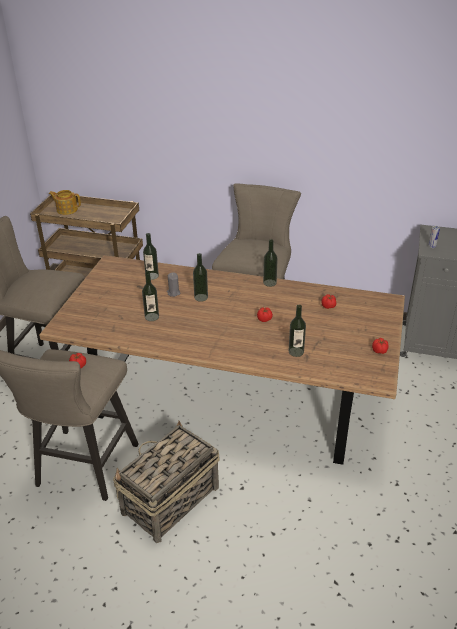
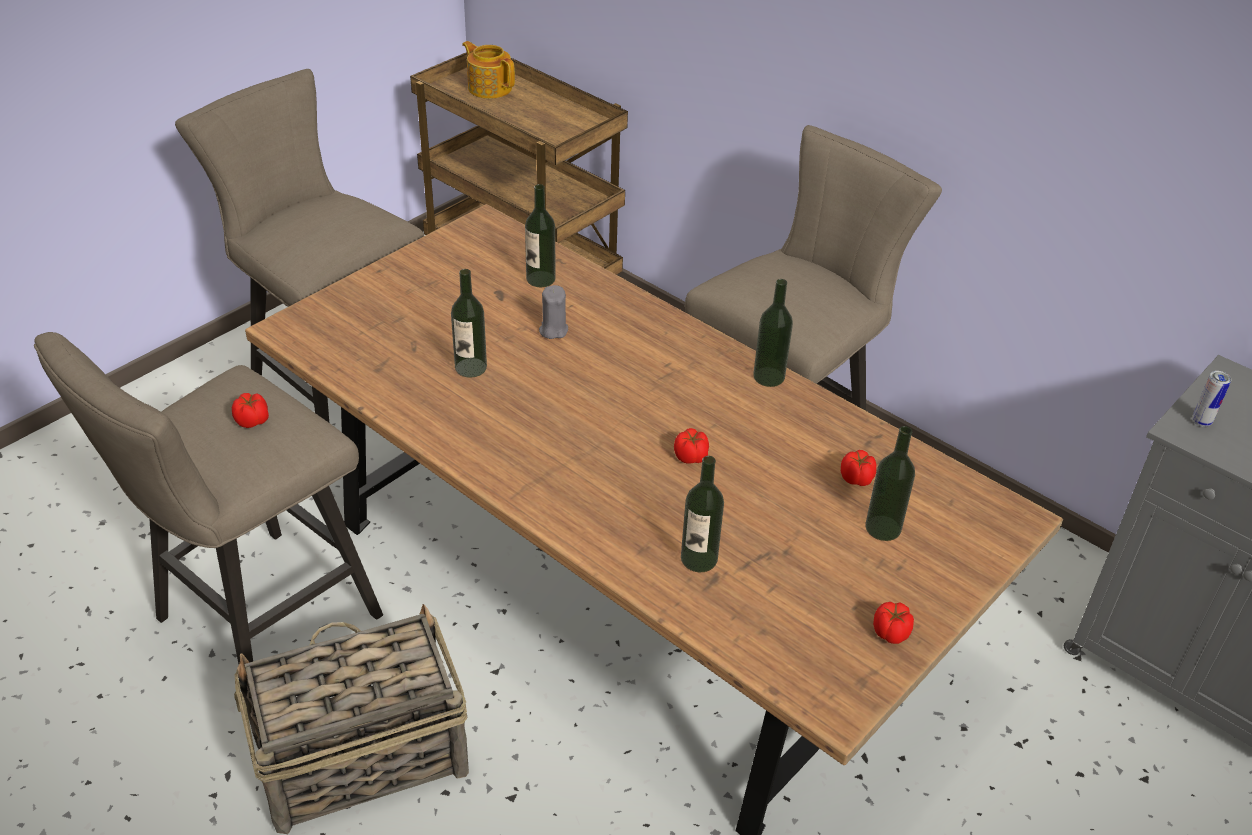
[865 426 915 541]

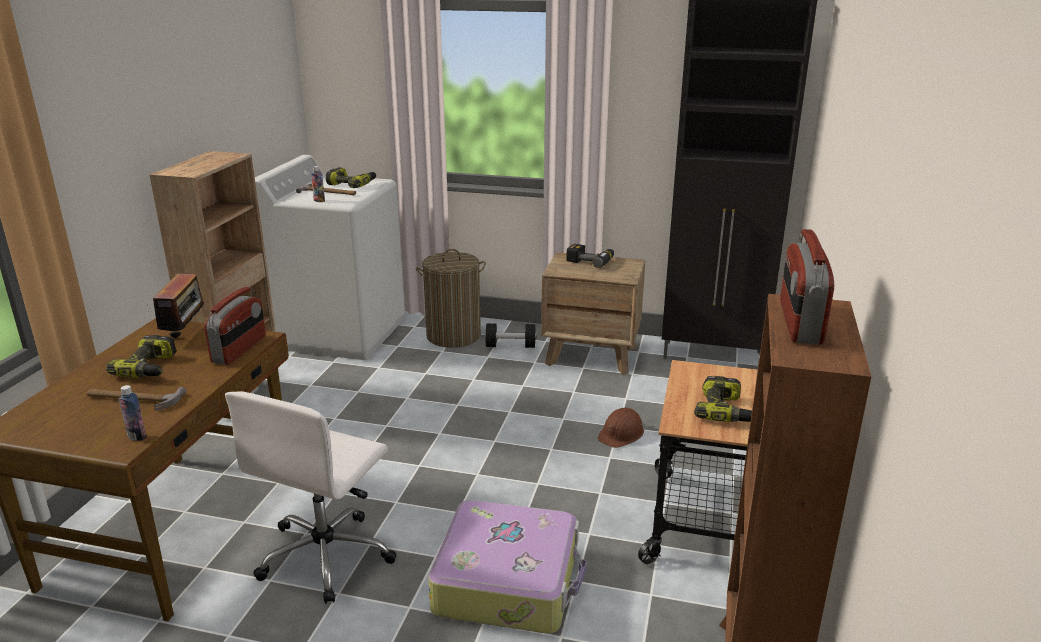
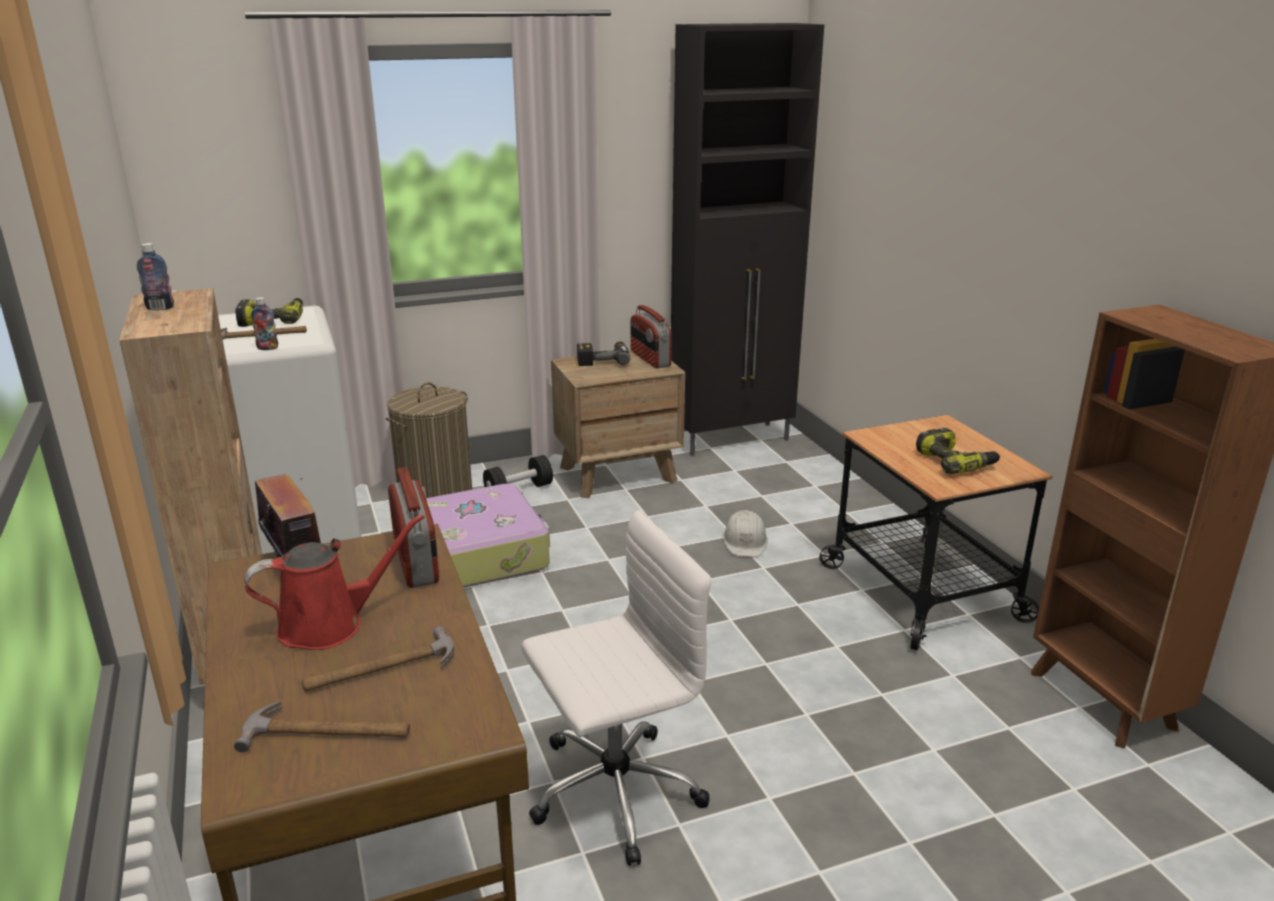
[137 243 174 310]
[234 701 410 752]
[244 514 425 650]
[426 484 550 588]
[521 510 711 866]
[631 305 672 368]
[722 510 768 557]

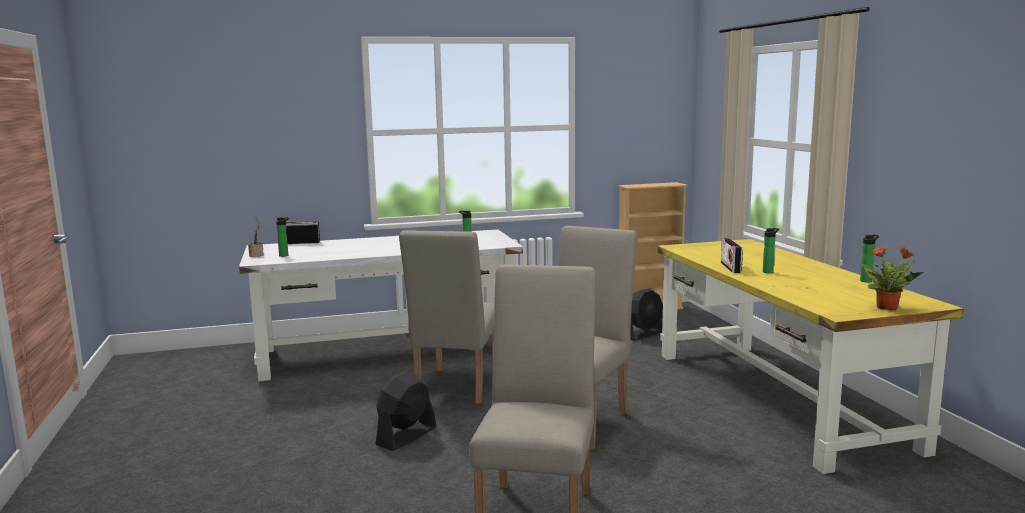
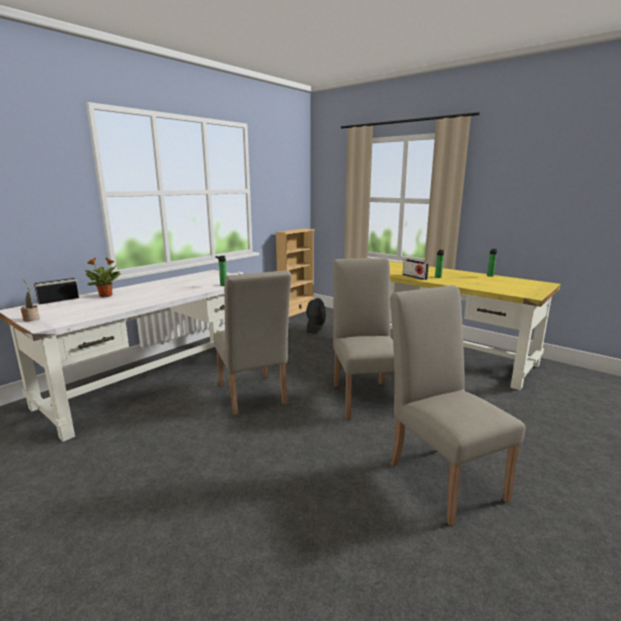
[85 258 120 297]
[276 217 289 257] (first image)
[375 371 436 451] (first image)

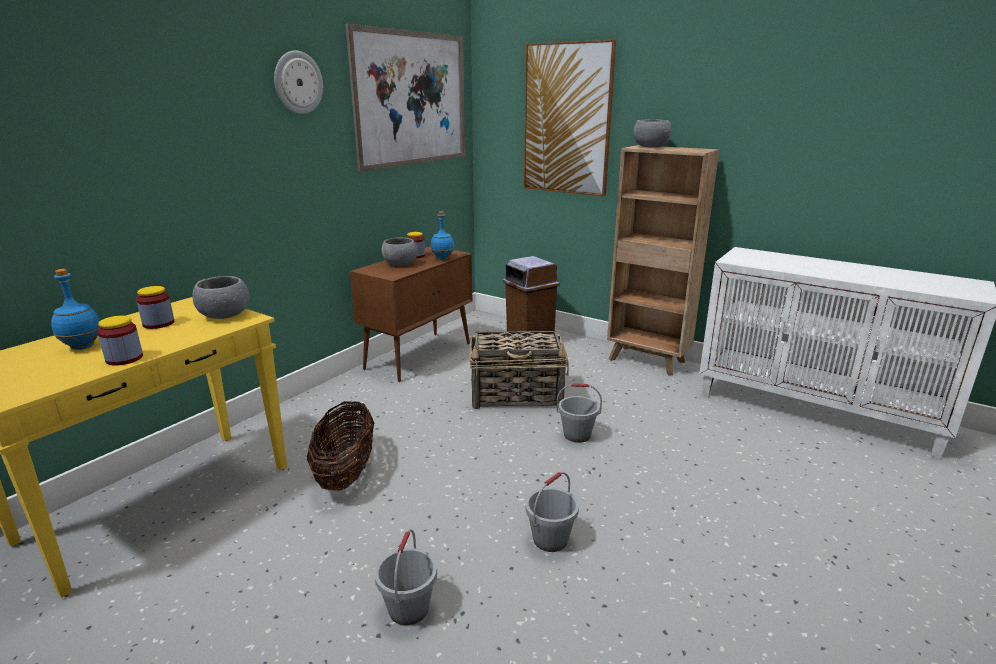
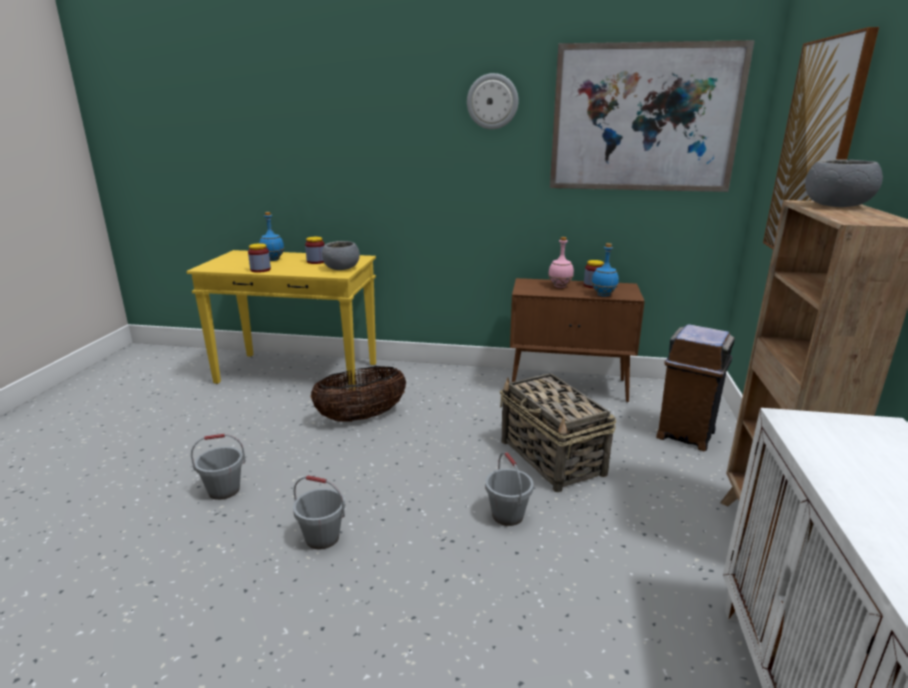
[548 237 574 288]

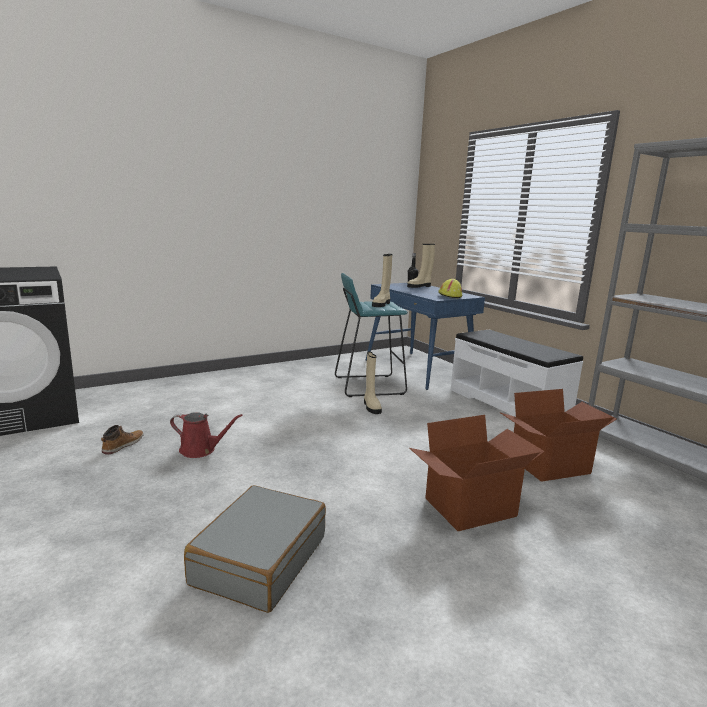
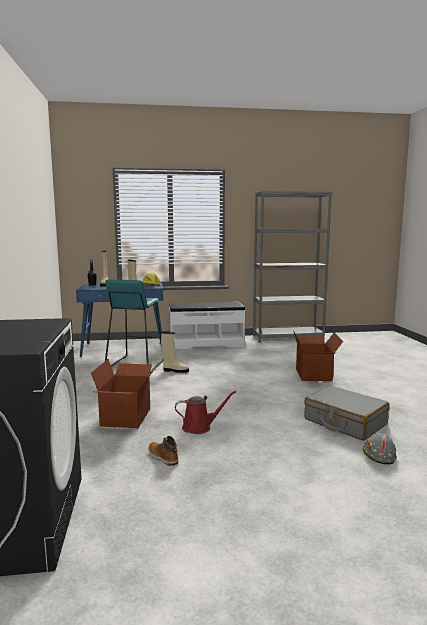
[91 359 158 428]
[175 391 236 434]
[362 433 397 465]

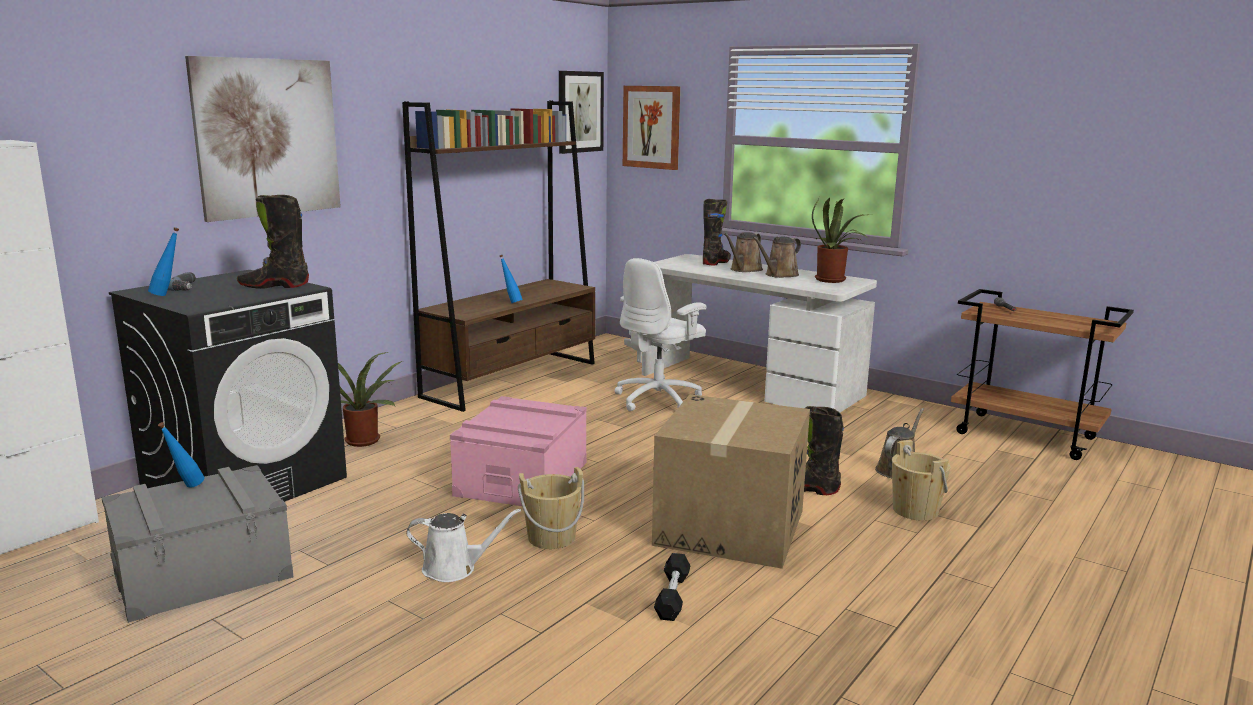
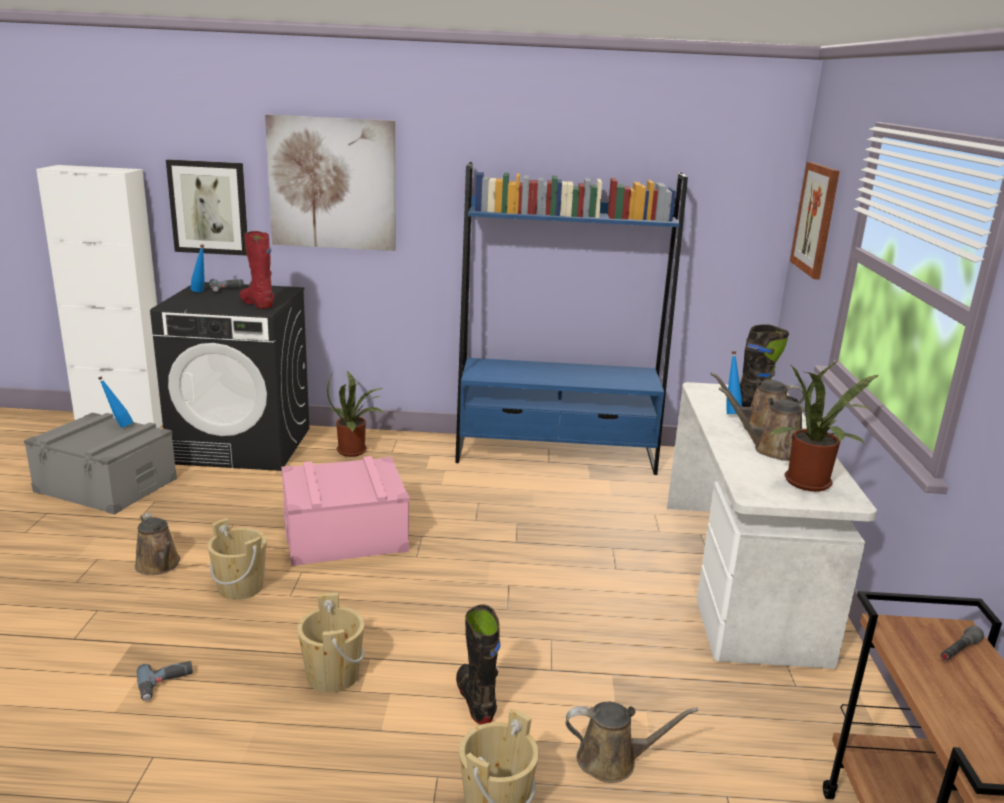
[135 513 180 575]
[137 661 193 701]
[166 159 247 256]
[240 231 274 309]
[297 593 365 693]
[455 162 688 475]
[727 351 742 414]
[615 258 706 411] (first image)

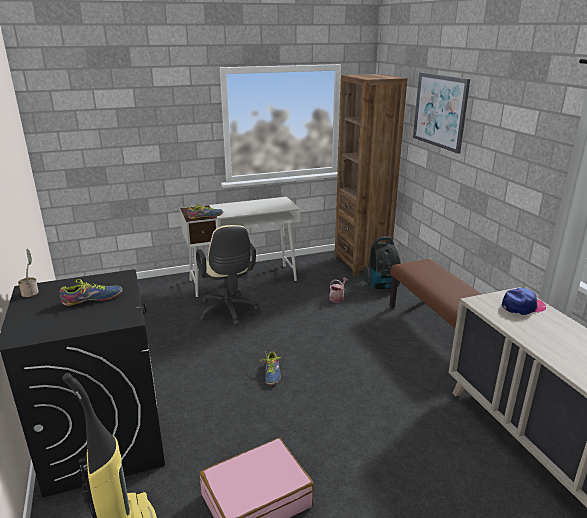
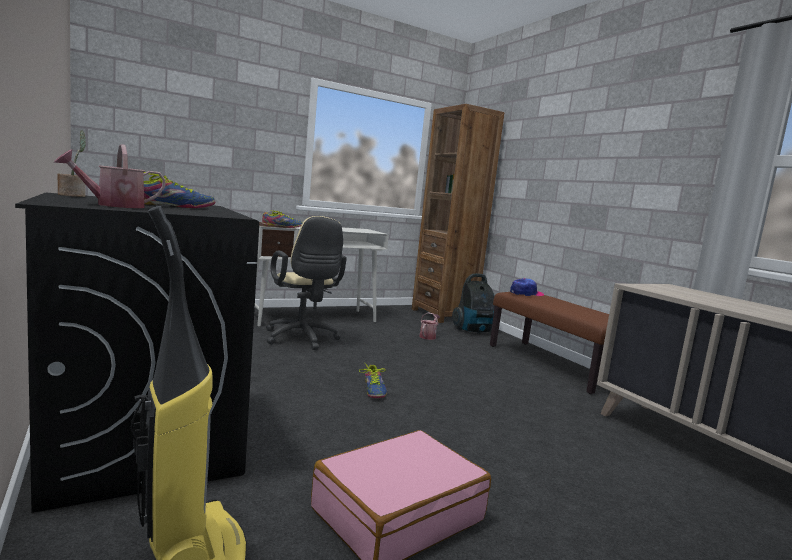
[54 144 166 208]
[510 278 544 296]
[413 72 470 154] (first image)

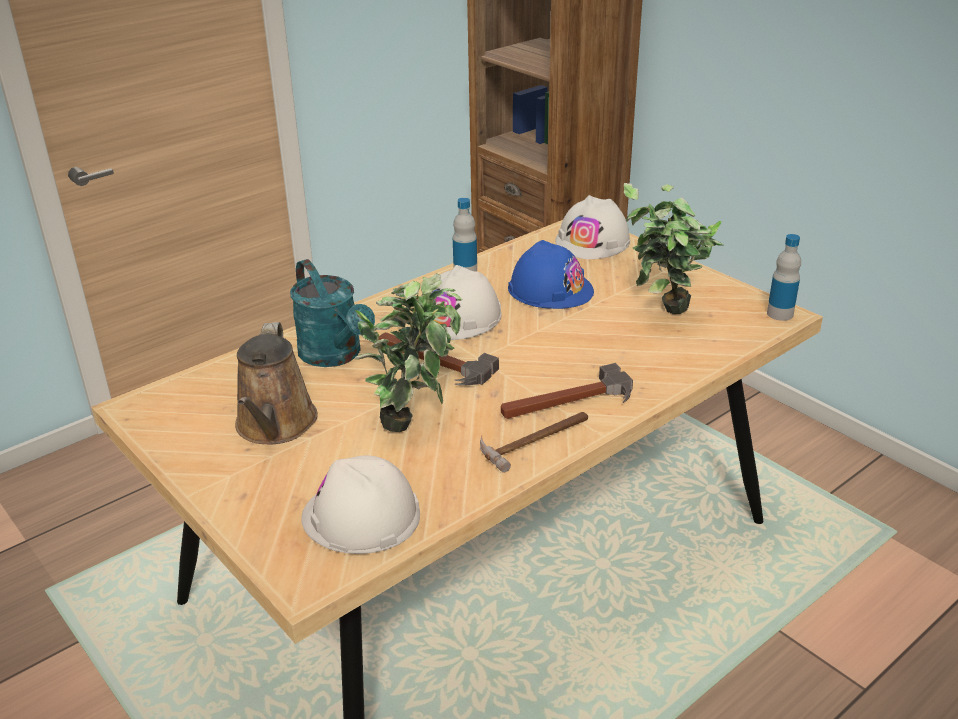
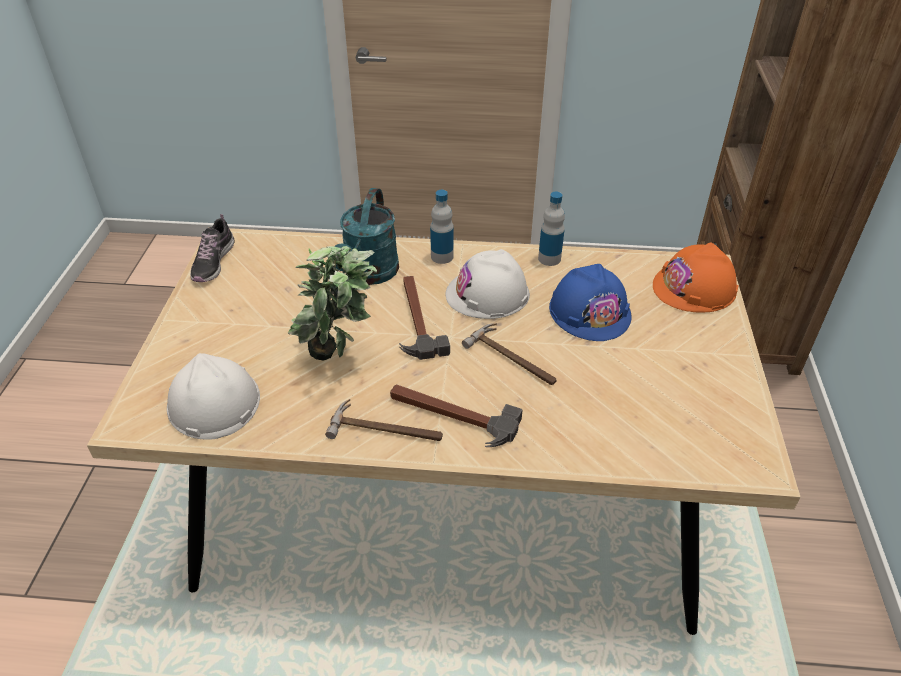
[190 214 235 282]
[430 190 454 264]
[462 323 557 385]
[653 242 739 313]
[235 322 318 444] (first image)
[624 183 725 314] (first image)

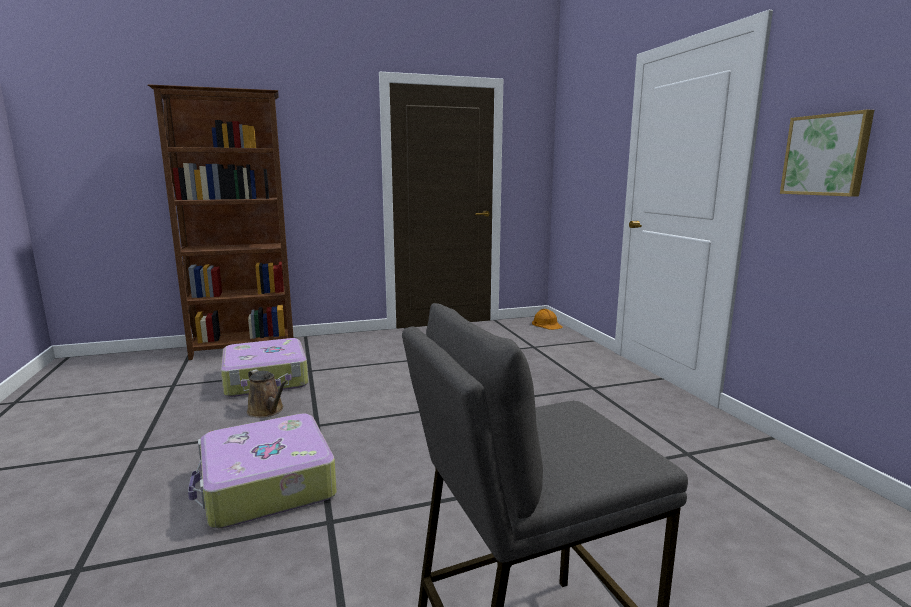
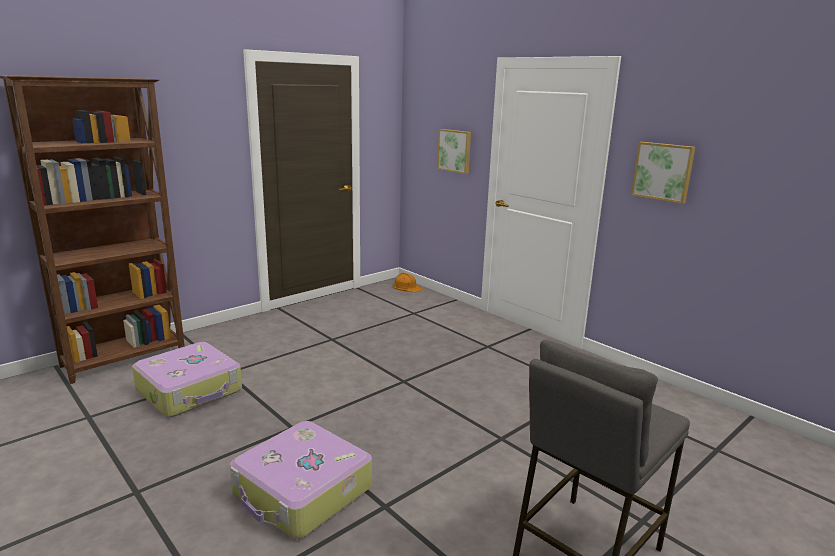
[437 129 471 174]
[247 369 287 418] (first image)

